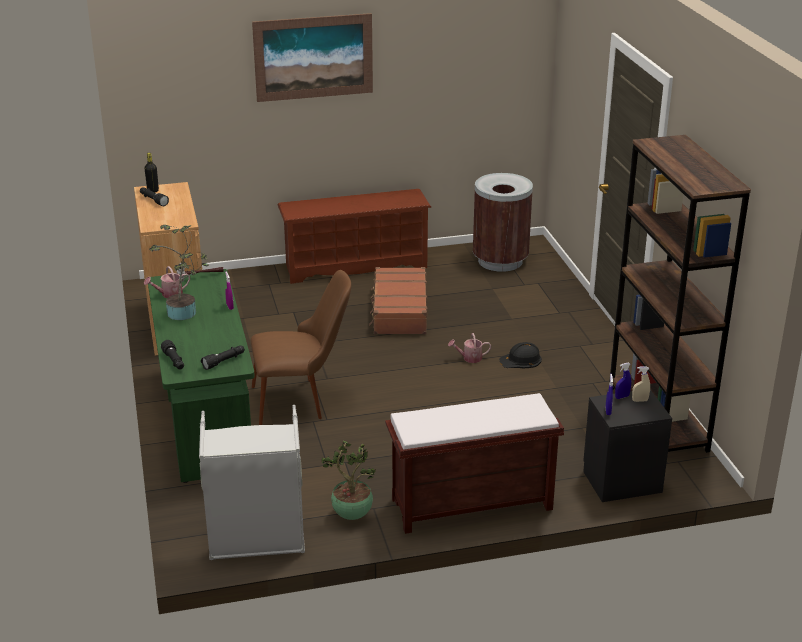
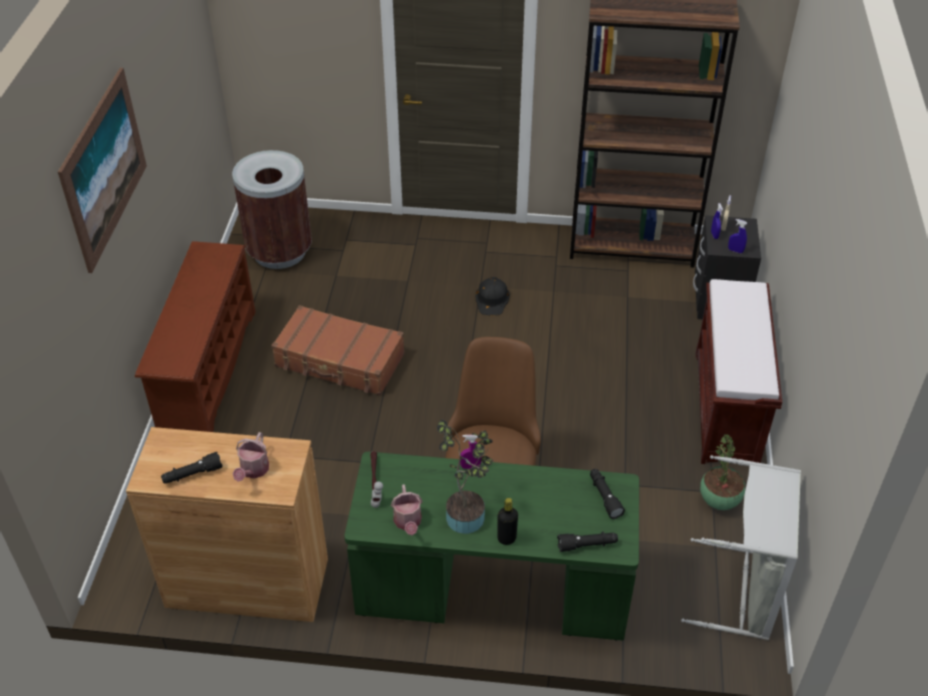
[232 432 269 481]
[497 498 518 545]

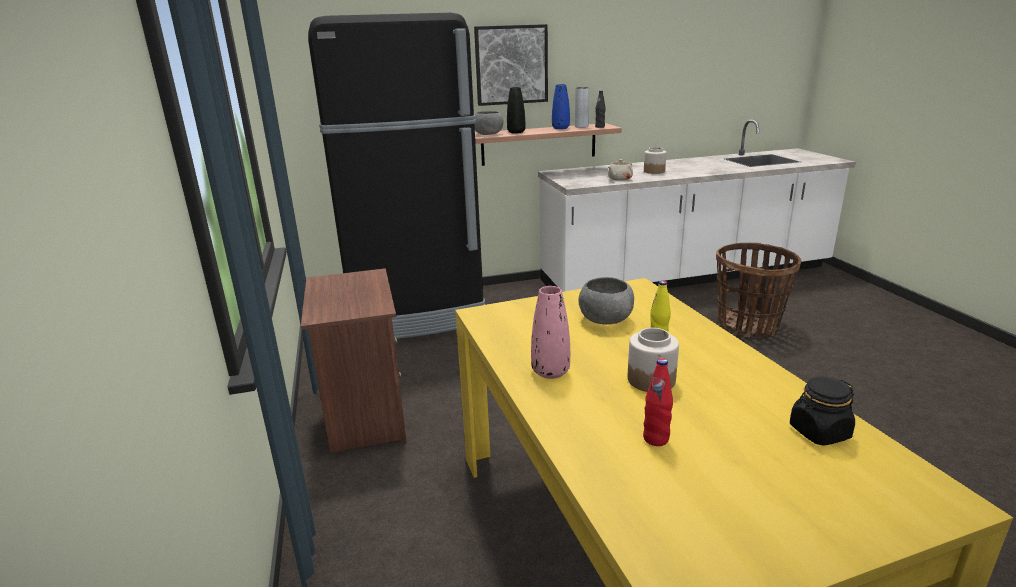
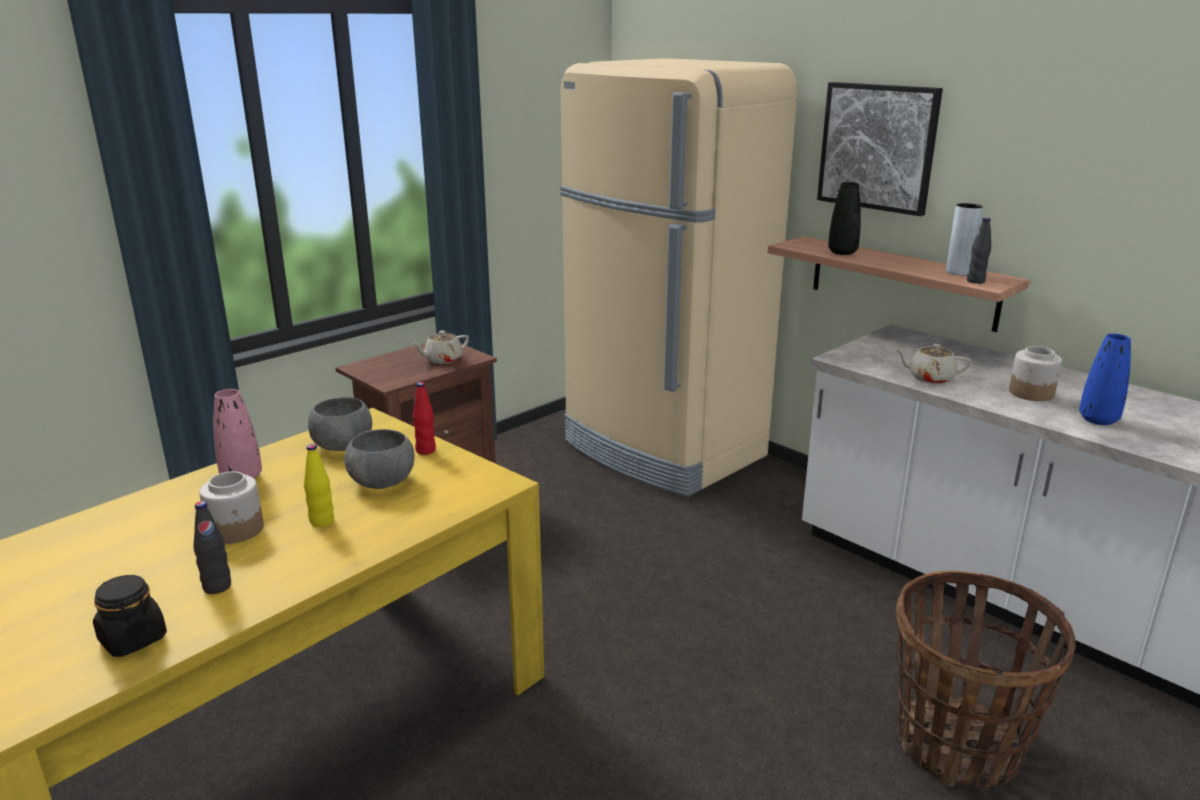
[193 501 231 594]
[308 397 372 451]
[412 331 469 364]
[412 382 436 455]
[560 58 797 497]
[1079 334 1131 425]

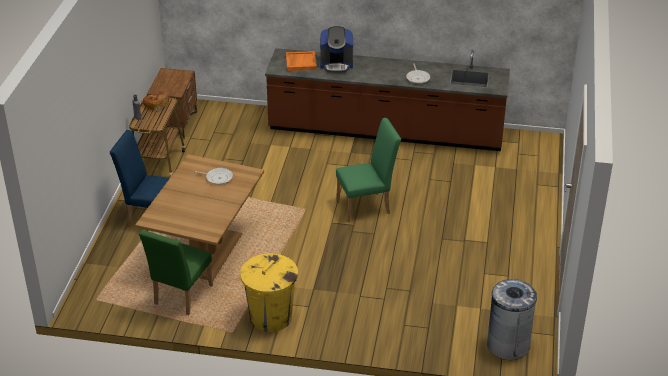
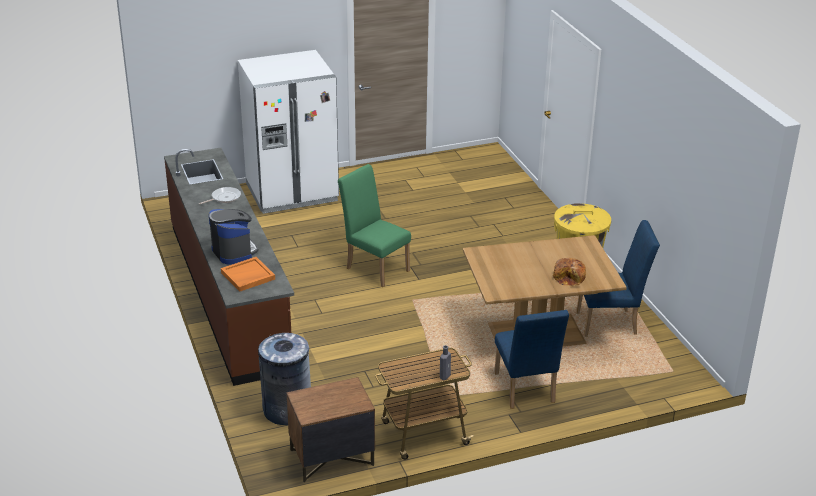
[238 50 339 214]
[258 333 311 425]
[553 258 586 286]
[576 220 660 337]
[193 168 233 185] (first image)

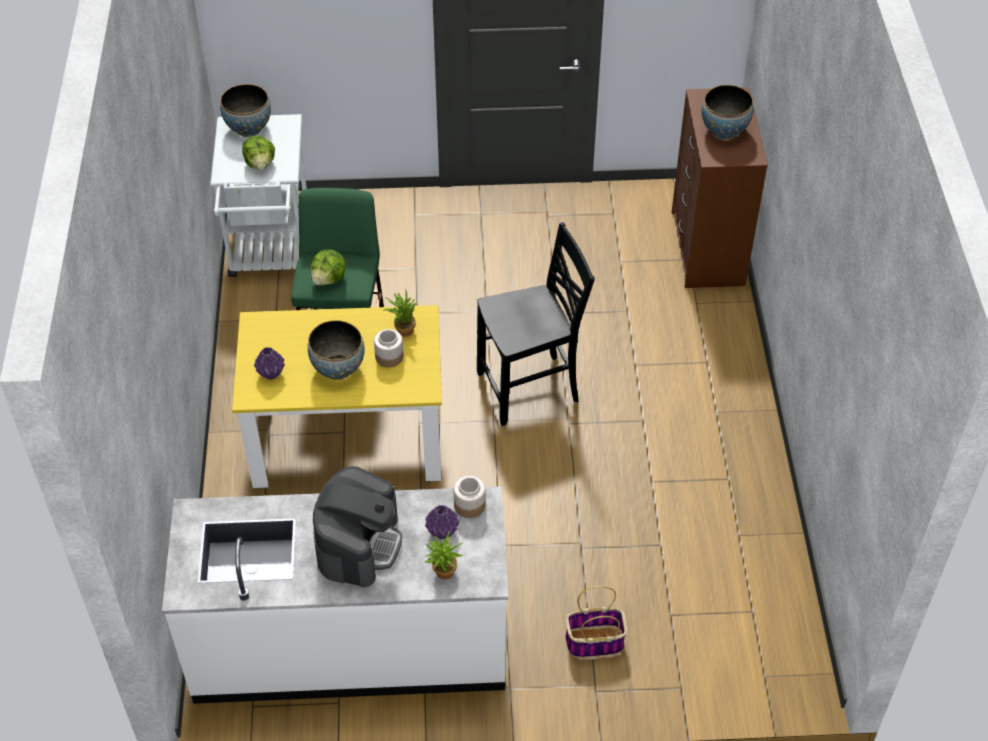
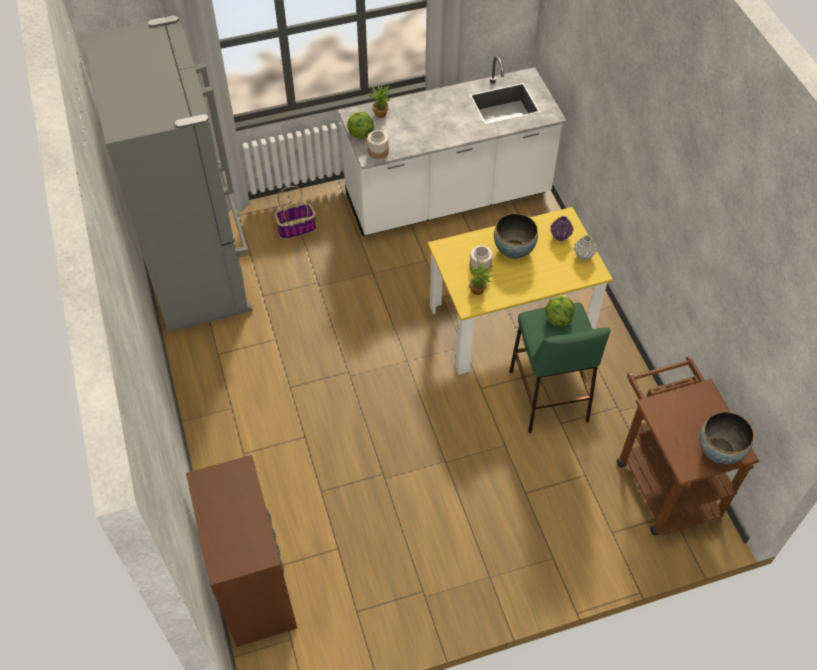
[83 15 253 332]
[347 112 374 139]
[573 235 597 261]
[617 356 759 536]
[313 466 402 587] (first image)
[425 505 459 539] (first image)
[477 222 595 426] (first image)
[702 85 754 140] (first image)

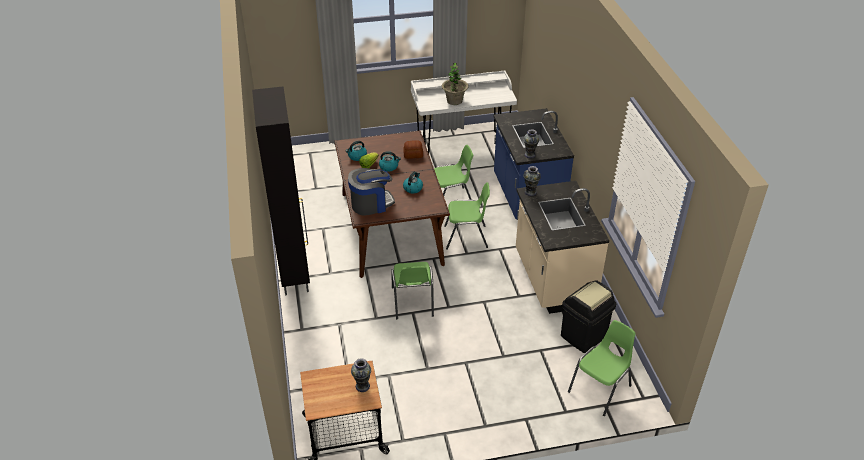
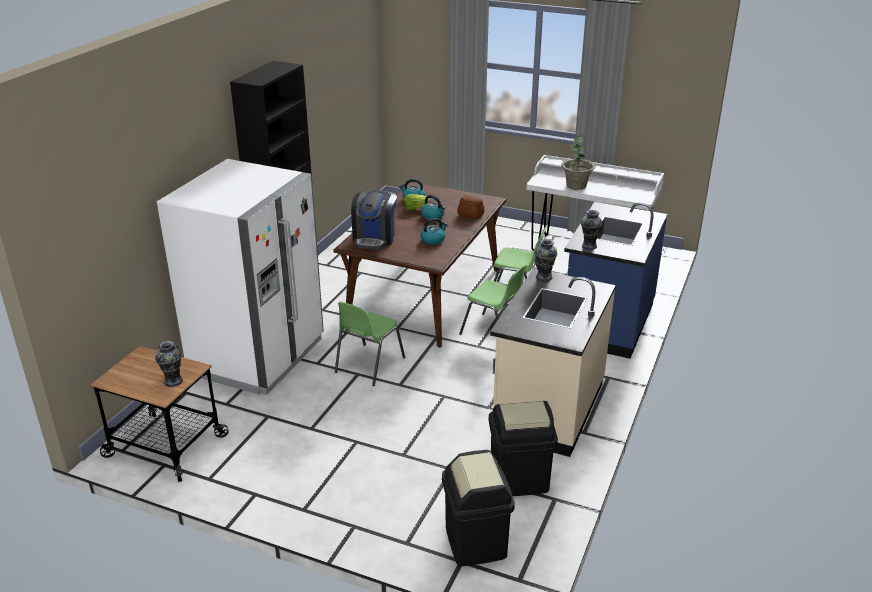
[157 159 324 395]
[351 190 397 250]
[442 450 515 566]

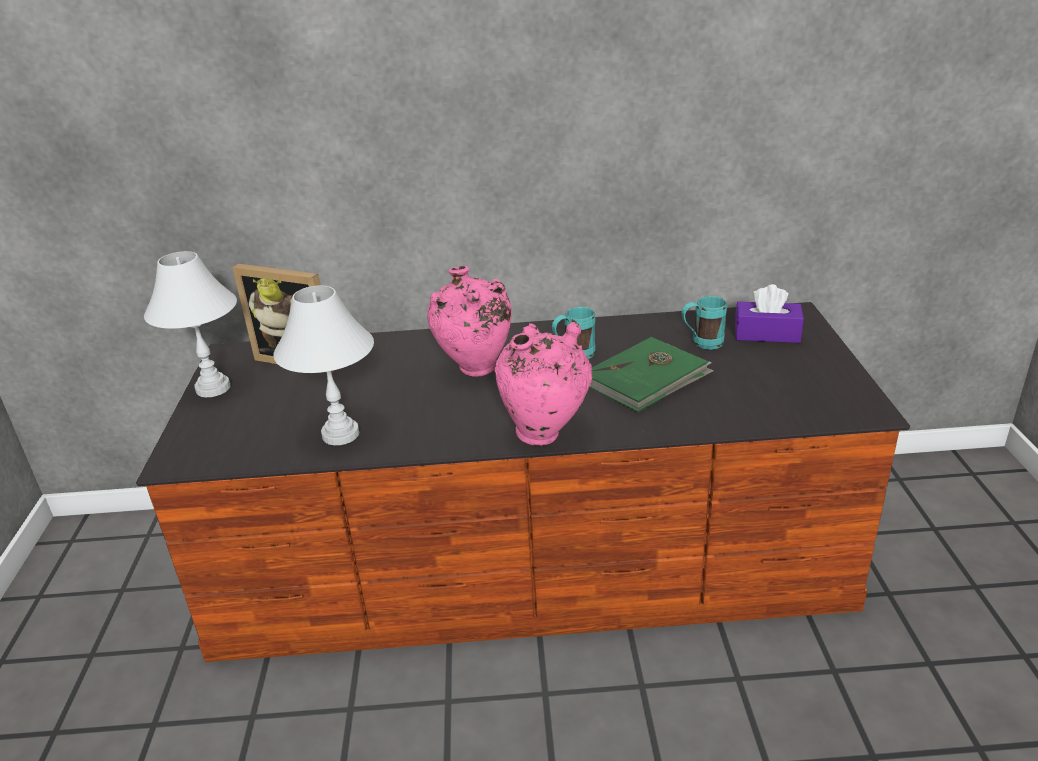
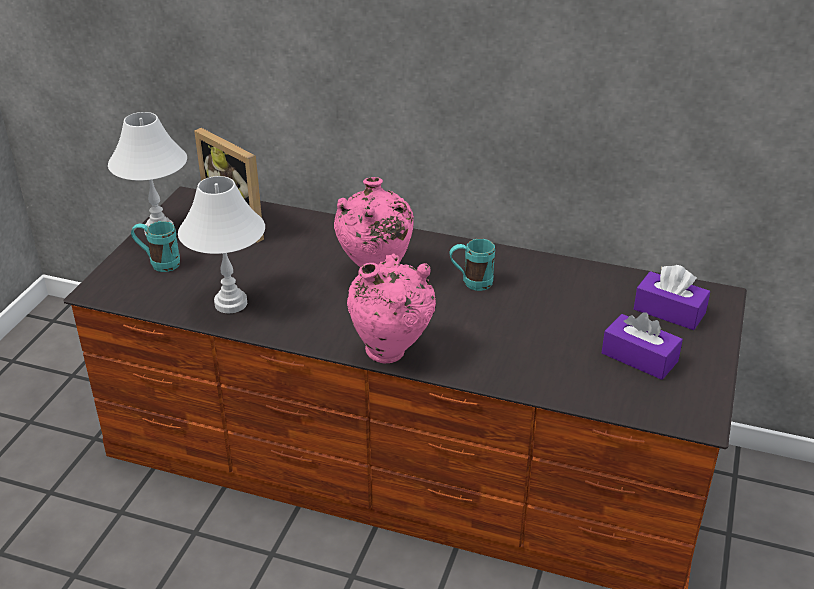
[131 221 180 272]
[602 312 683 380]
[589 337 714 413] (first image)

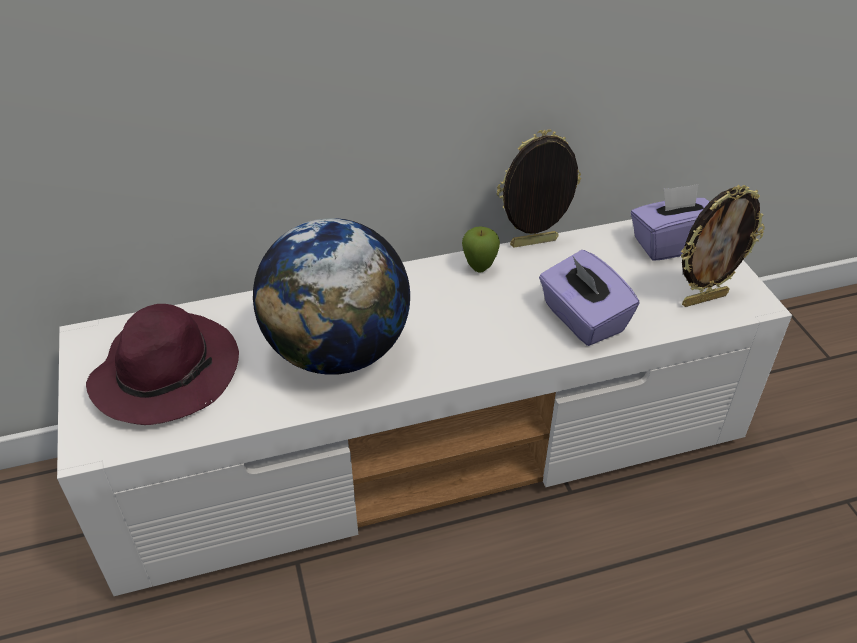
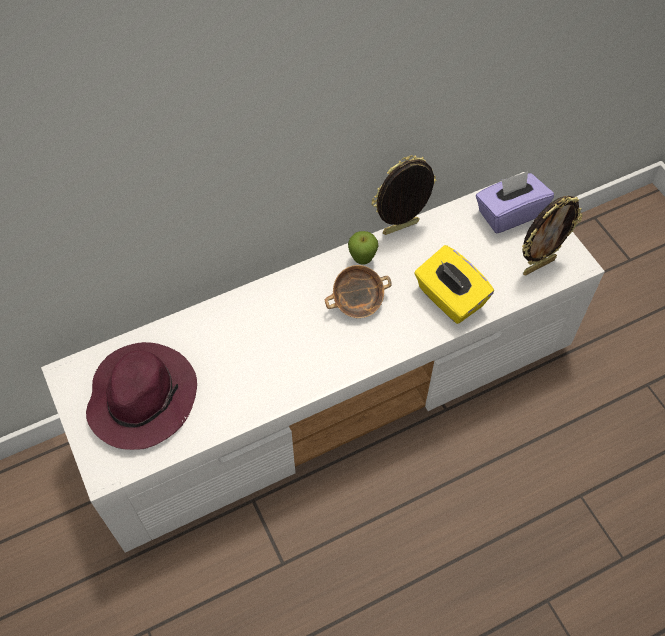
[325 265 392 318]
[414 245 494 324]
[253 218 410 375] (first image)

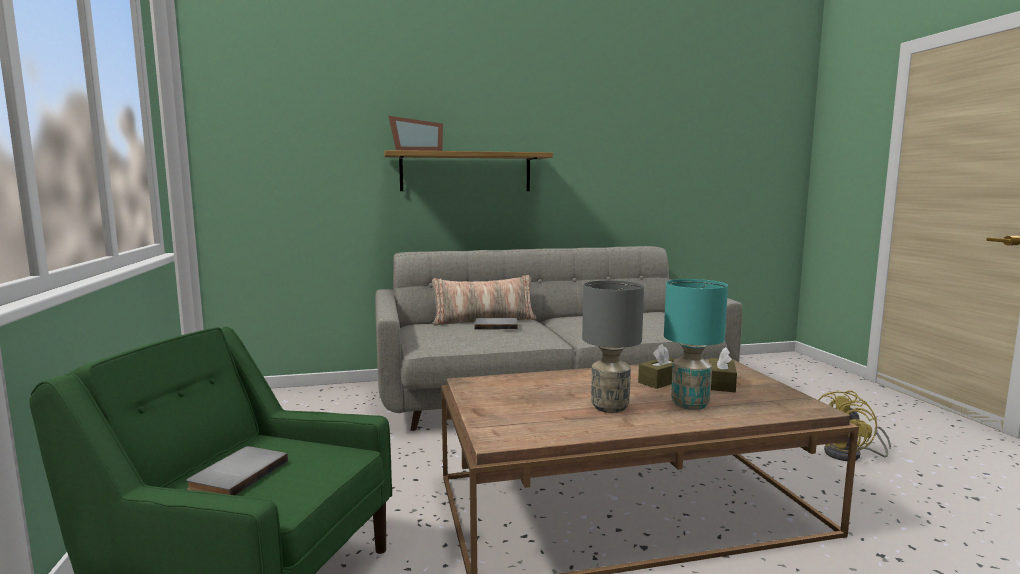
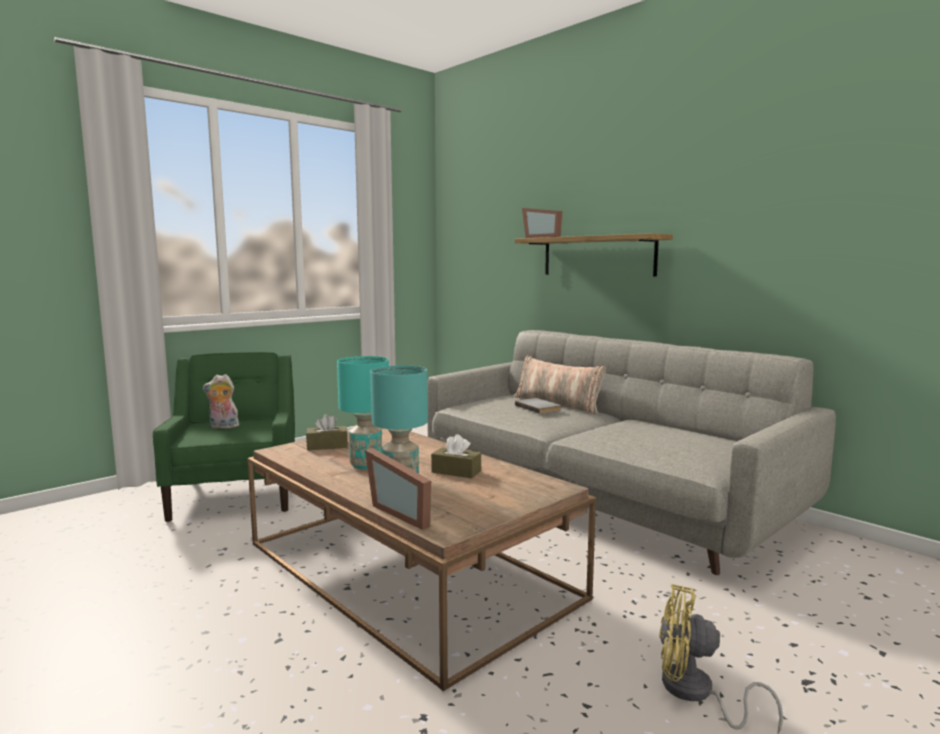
[203 374 239 429]
[306 414 348 450]
[337 356 389 470]
[365 448 431 530]

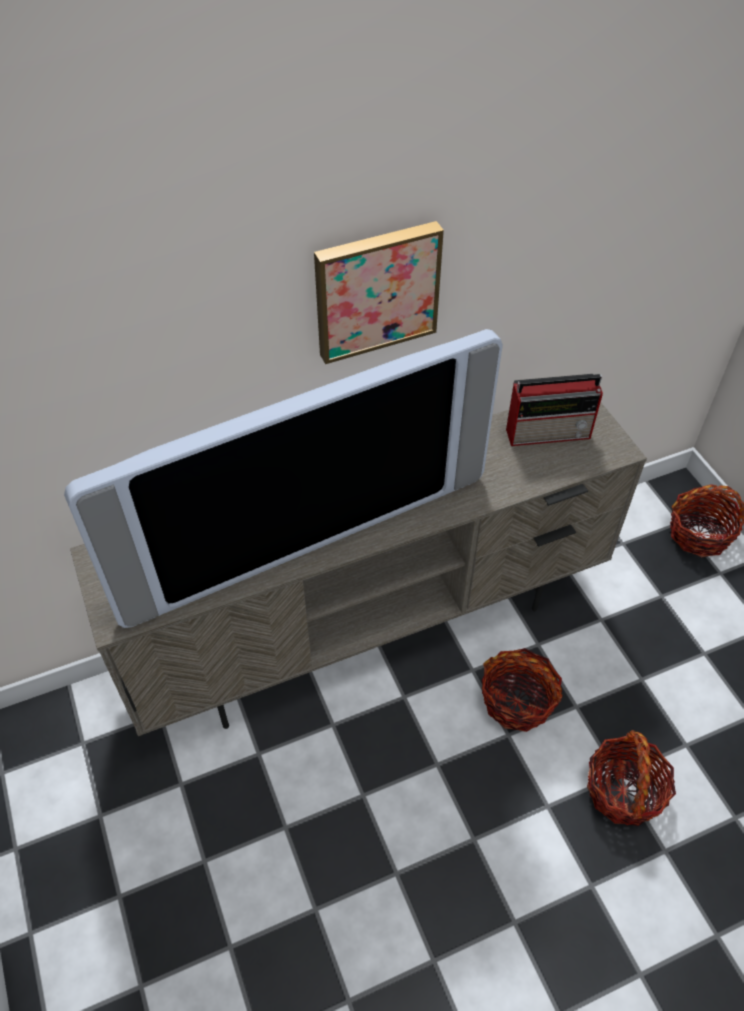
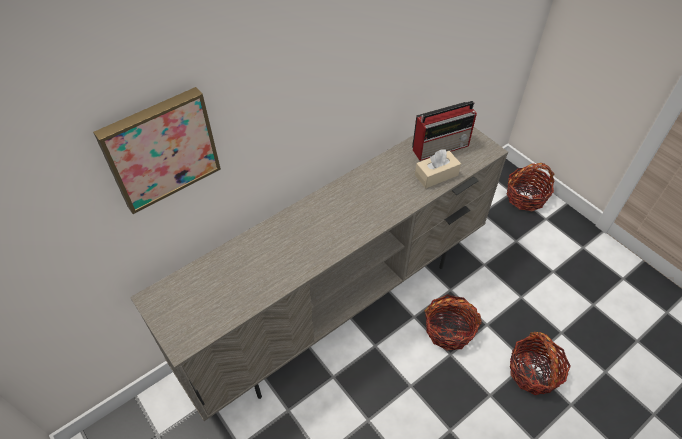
[93 87 221 214]
[415 149 461 188]
[64 329 503 628] (first image)

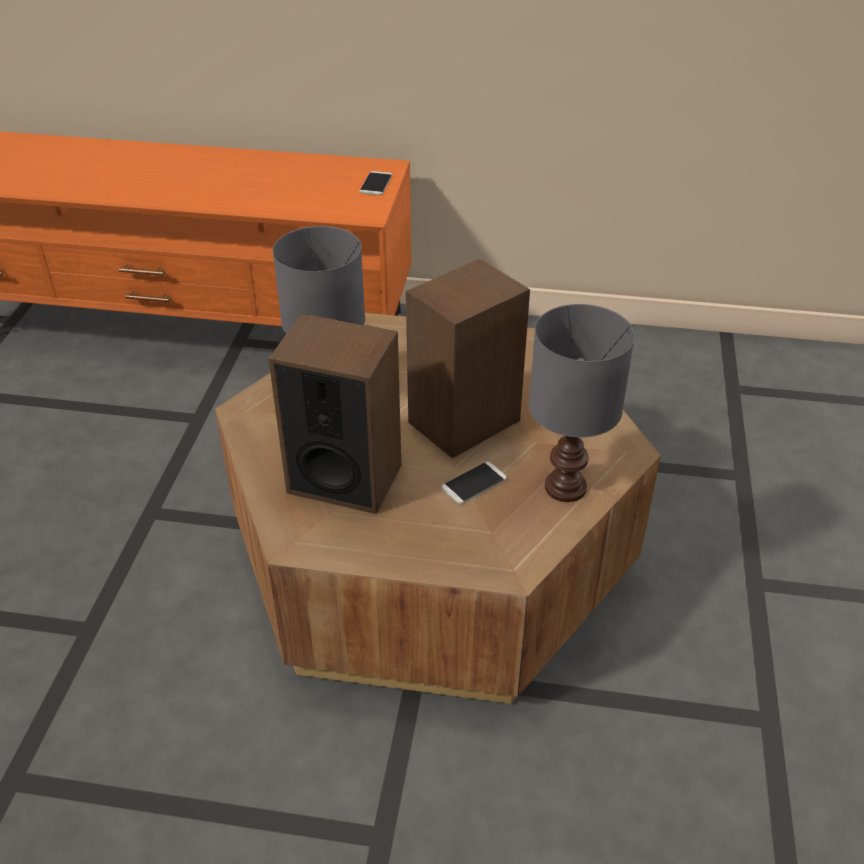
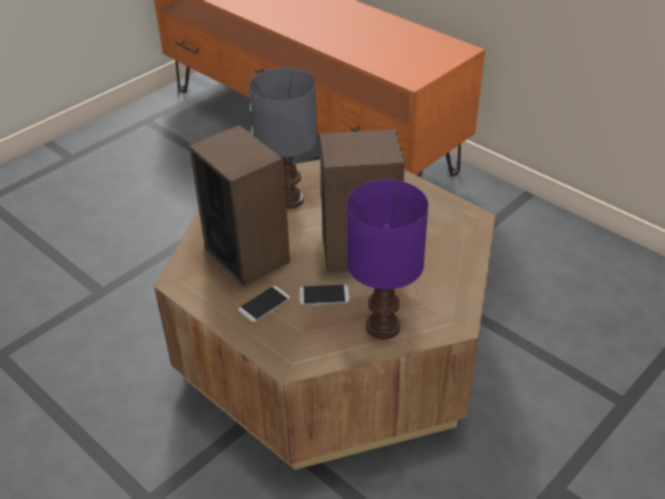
[238 286 290 322]
[347 179 429 340]

